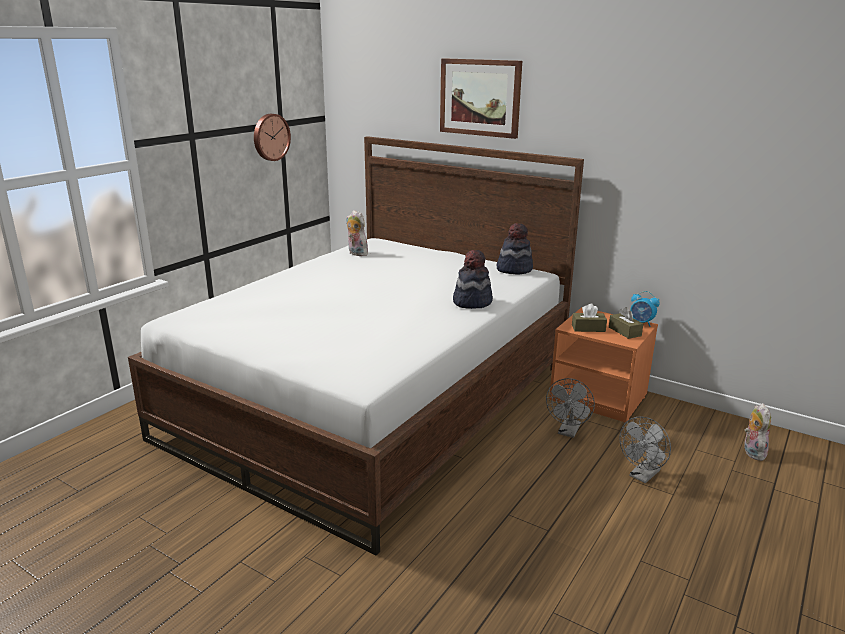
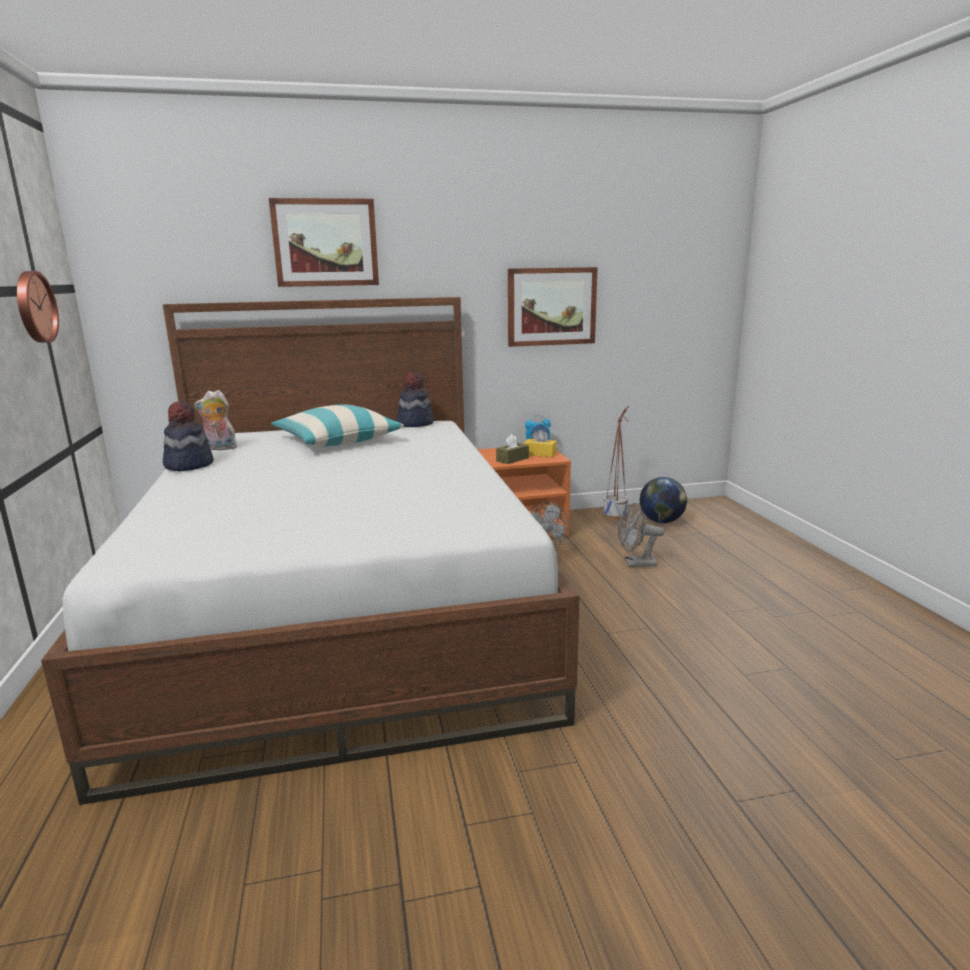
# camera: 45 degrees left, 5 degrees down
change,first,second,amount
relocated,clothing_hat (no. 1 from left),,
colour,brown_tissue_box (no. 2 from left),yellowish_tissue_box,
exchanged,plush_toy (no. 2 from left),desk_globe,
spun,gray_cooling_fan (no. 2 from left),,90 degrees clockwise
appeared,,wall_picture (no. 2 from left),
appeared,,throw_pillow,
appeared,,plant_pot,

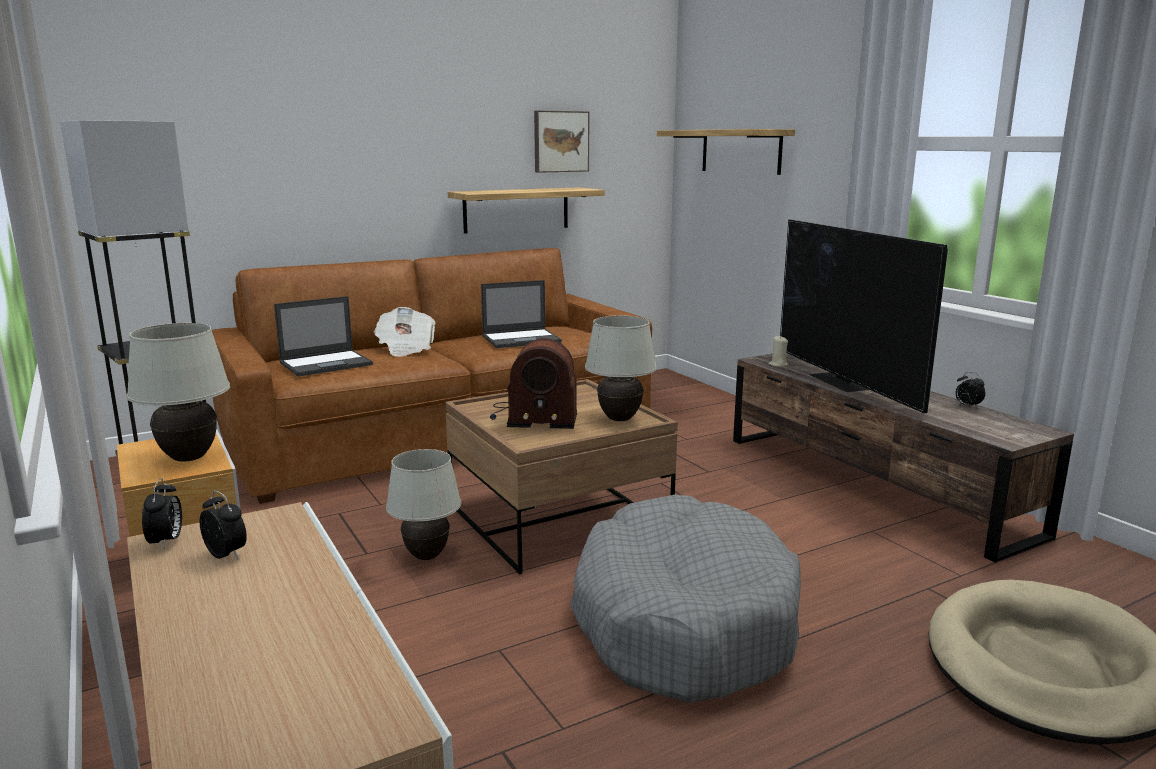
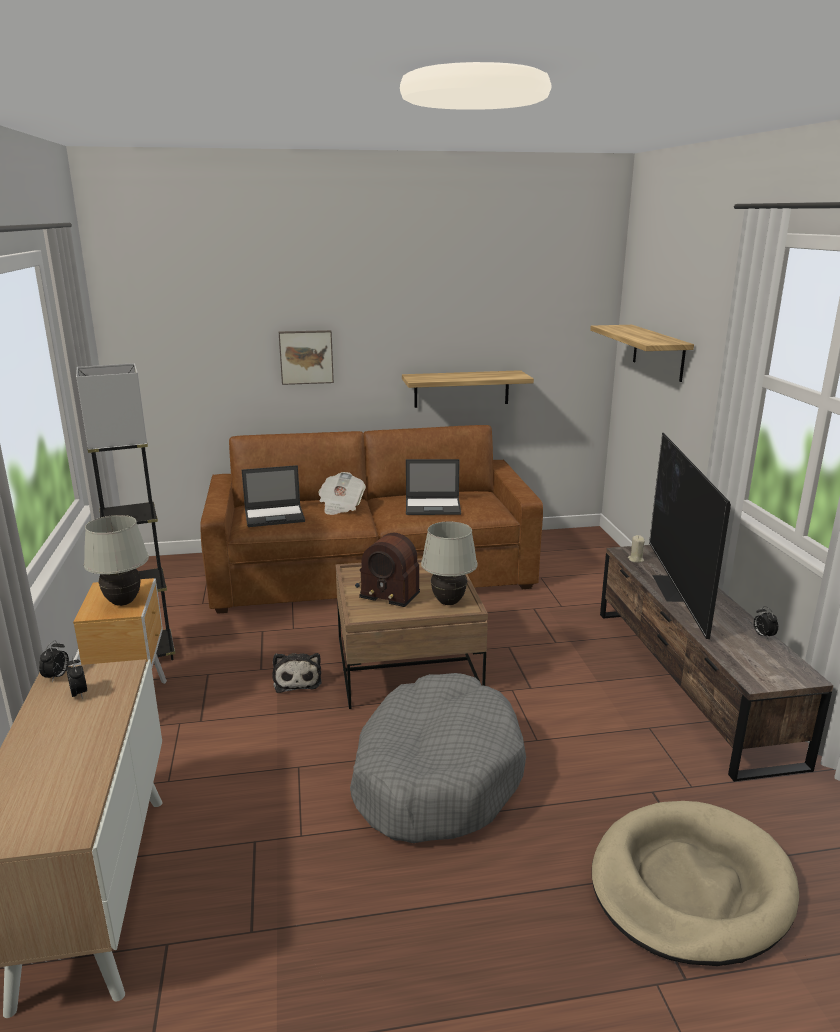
# camera: 20 degrees right, 5 degrees up
change,first,second,amount
relocated,wall_picture,,
exchanged,whitish_lamp_for_a_table (no. 2 from left),plush_toy,

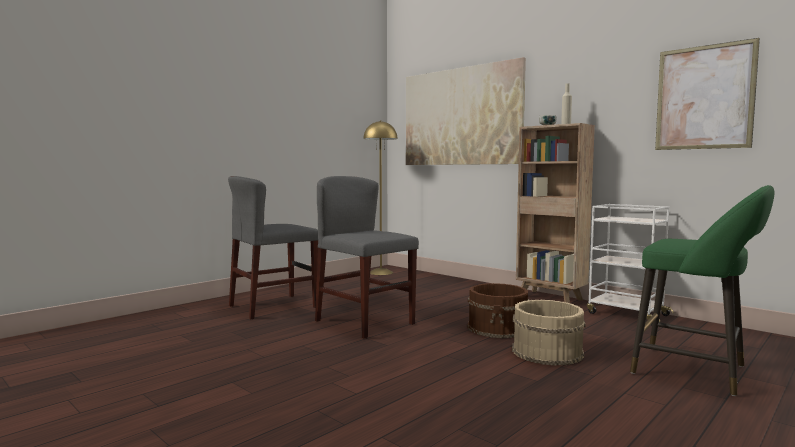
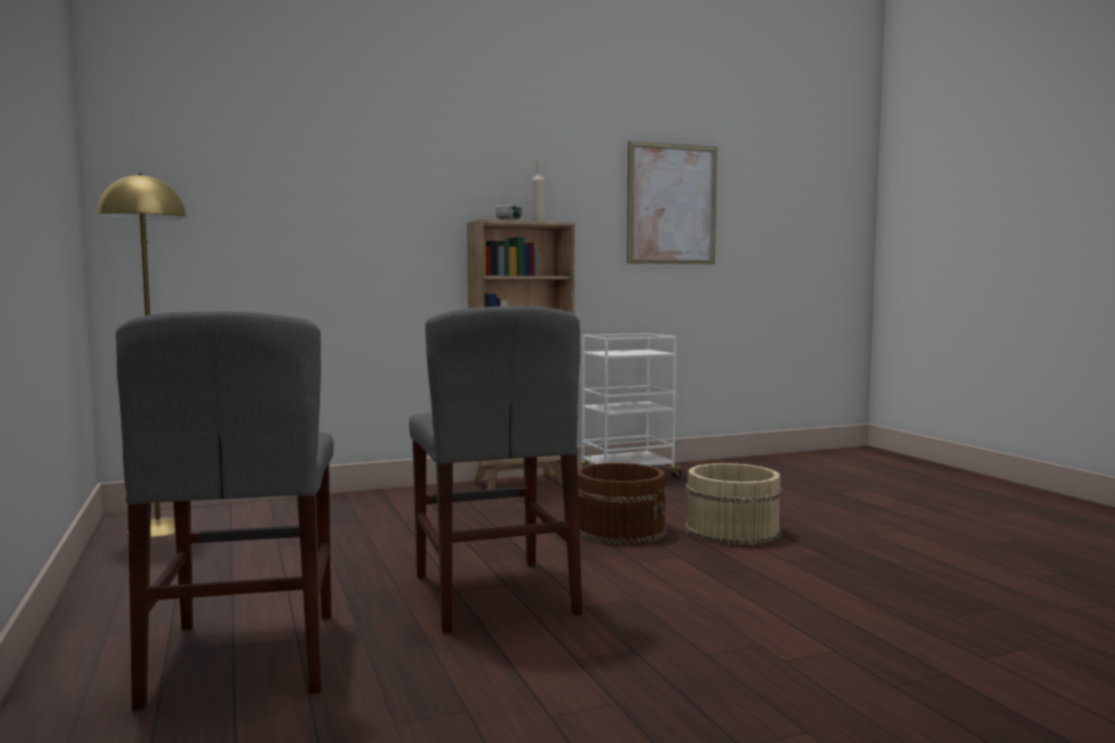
# camera: 65 degrees left, 0 degrees up
change,first,second,amount
missing,wall_picture (no. 1 from left),,
spun,gray_upright_chair (no. 2 from left),,90 degrees counterclockwise
missing,greenish_stool_seat,,

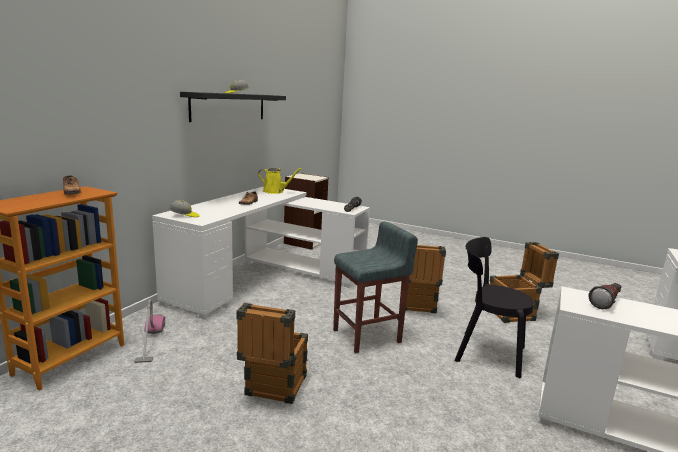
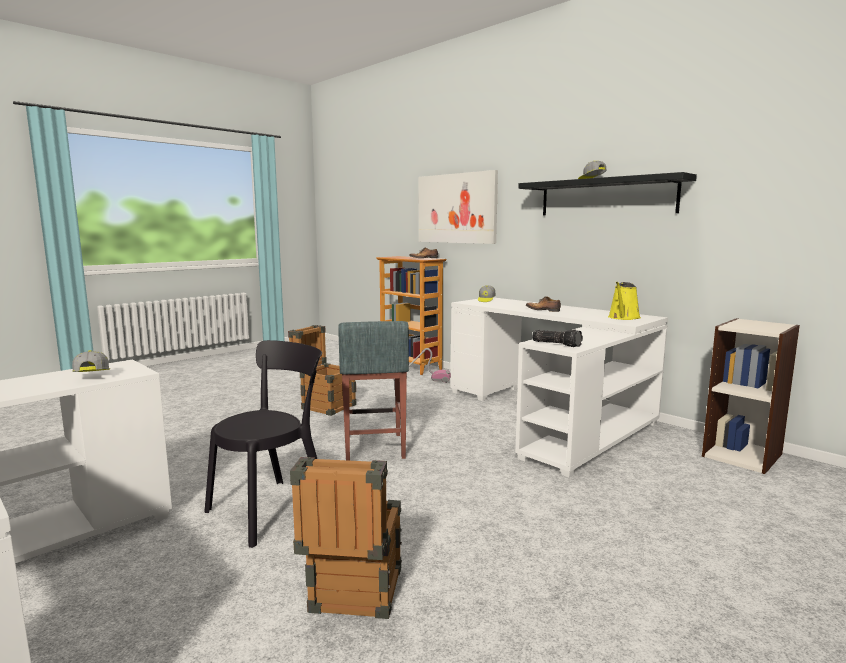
# camera: 110 degrees right, 5 degrees down
change,first,second,amount
missing,shipping_crate (no. 2 from left),,
exchanged,hand_torch (no. 2 from left),cap (no. 1 from left),
appeared,,wall_picture,

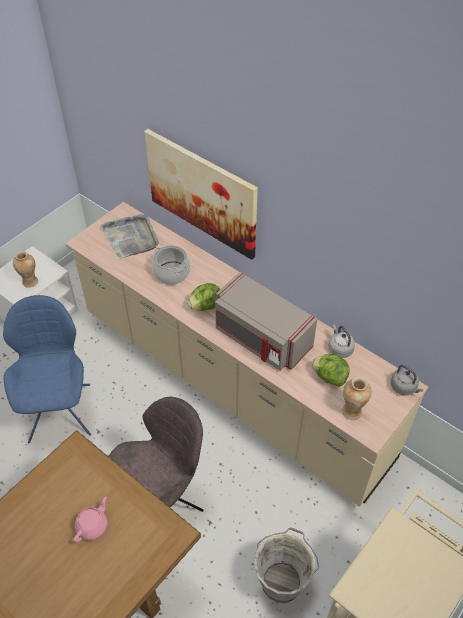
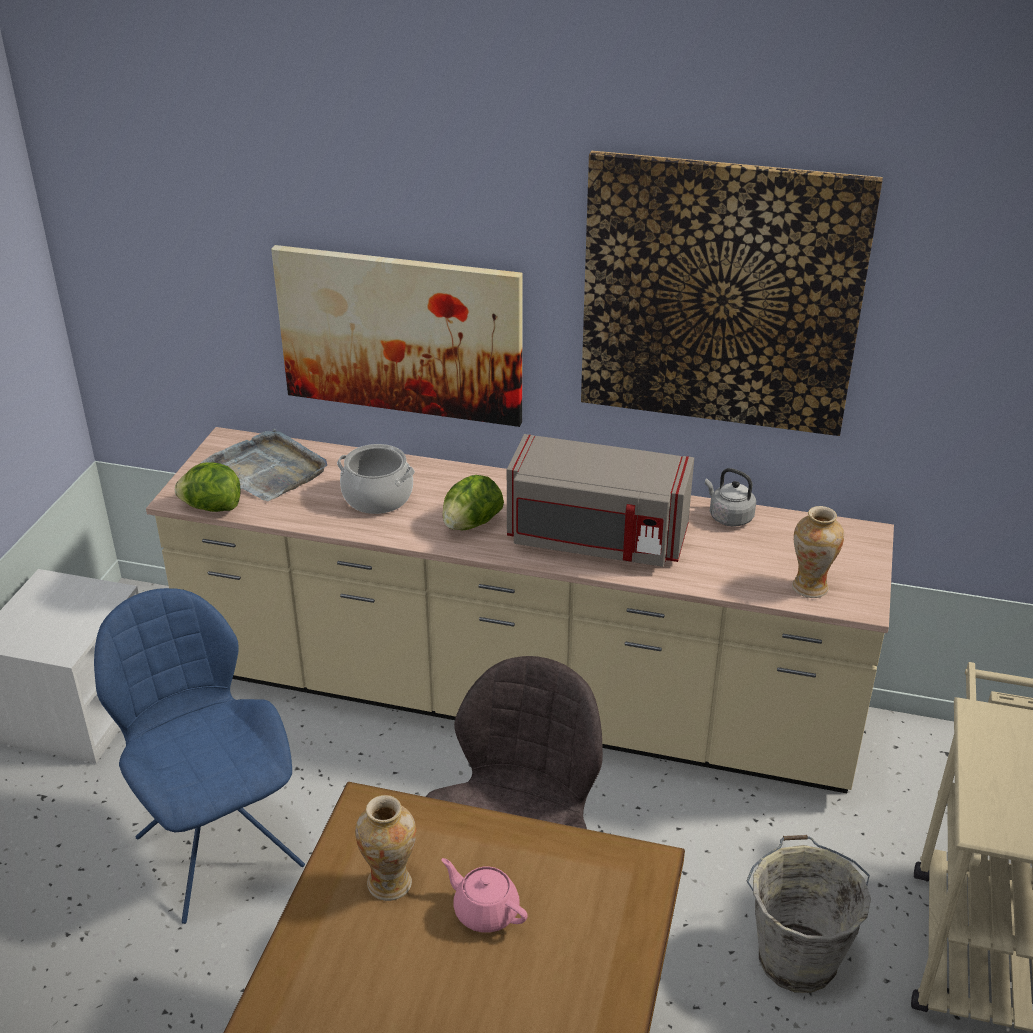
# camera: 25 degrees left, 15 degrees down
change,first,second,amount
relocated,flower_vase (no. 1 from left),,
relocated,head_of_lettuce (no. 2 from left in the first image),head_of_lettuce (no. 1 from left),
missing,gray_kettle (no. 2 from left),,
spun,pink-coloured_teapot,,60 degrees counterclockwise
appeared,,wall_picture (no. 2 from left),

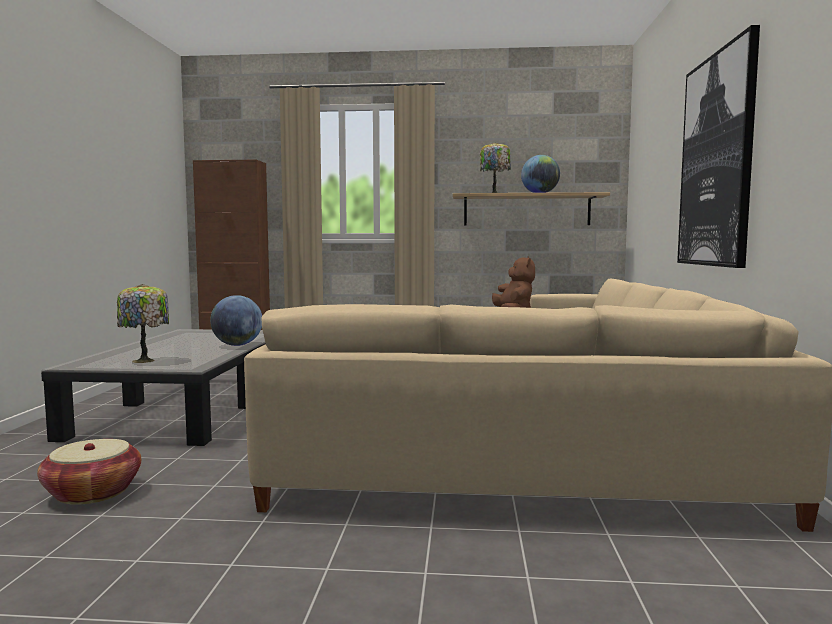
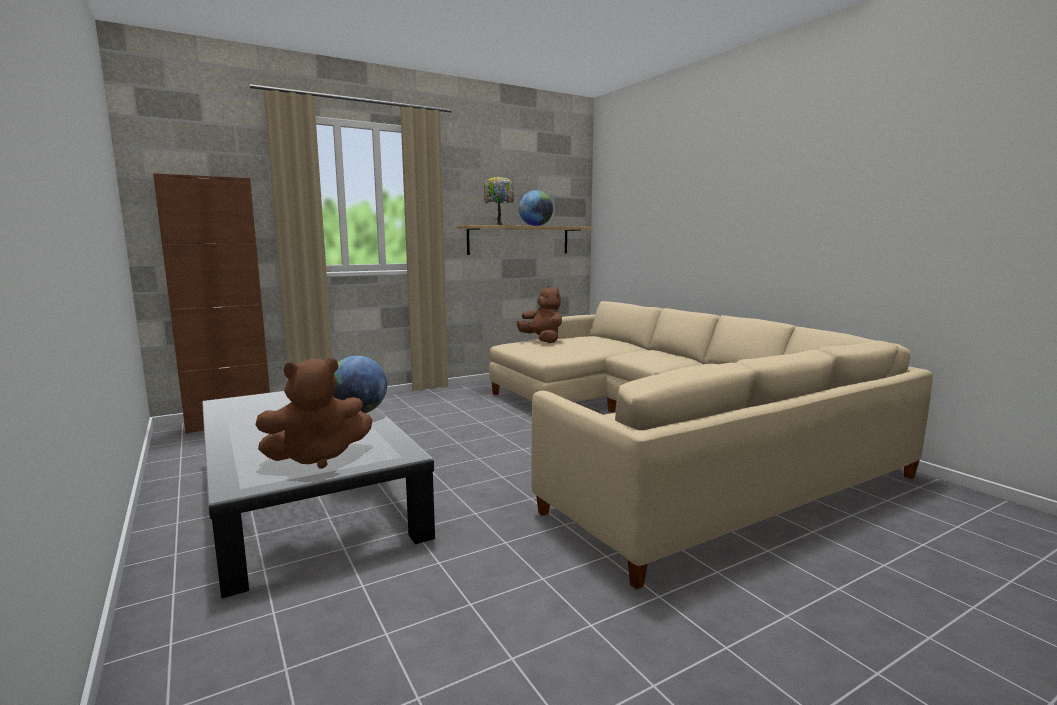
# camera: 35 degrees left, 5 degrees up
change,first,second,amount
missing,wall_picture,,
exchanged,lamp_for_a_table (no. 1 from left),brown_plush_toy (no. 1 from left),
missing,household_basket,,

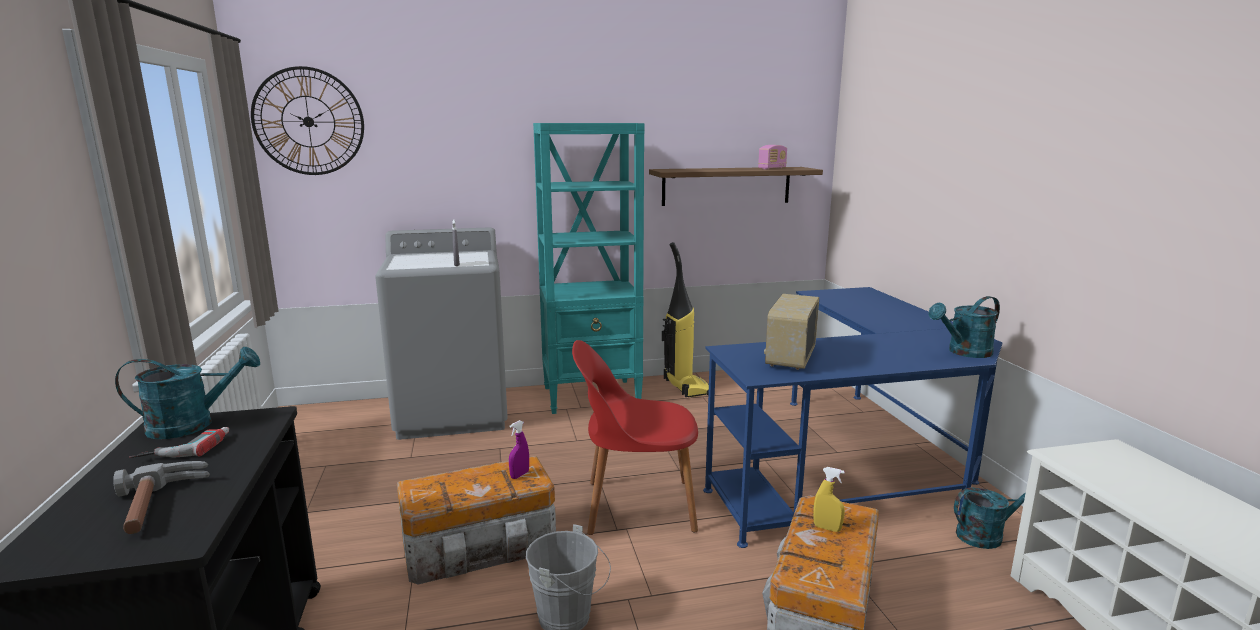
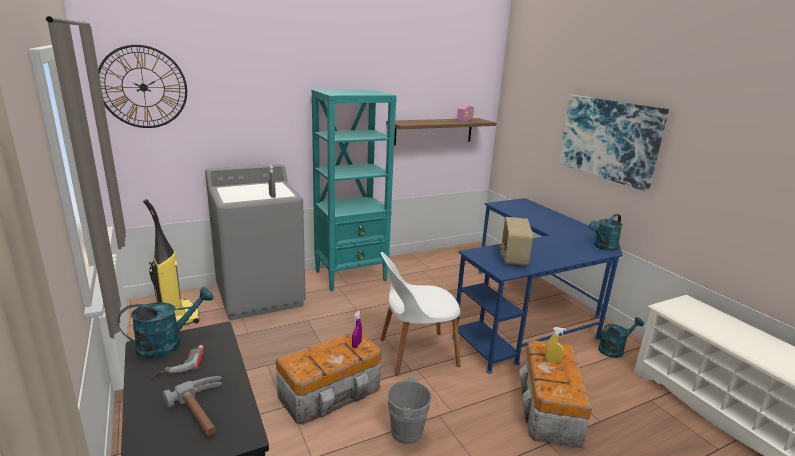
# camera: 15 degrees left, 5 degrees up
change,first,second,amount
relocated,hoover,,
colour,red-coloured_upright_chair,whitish_upright_chair,
appeared,,wall_picture,

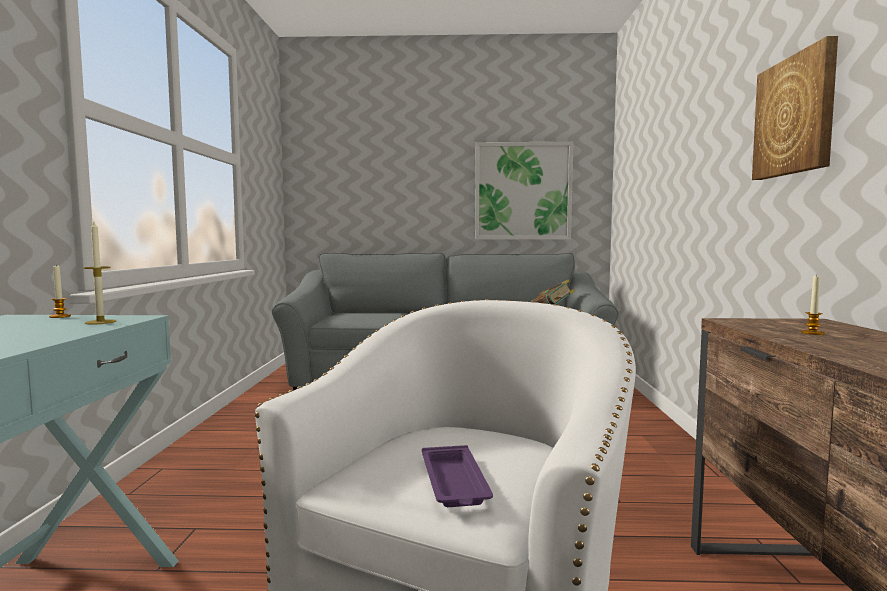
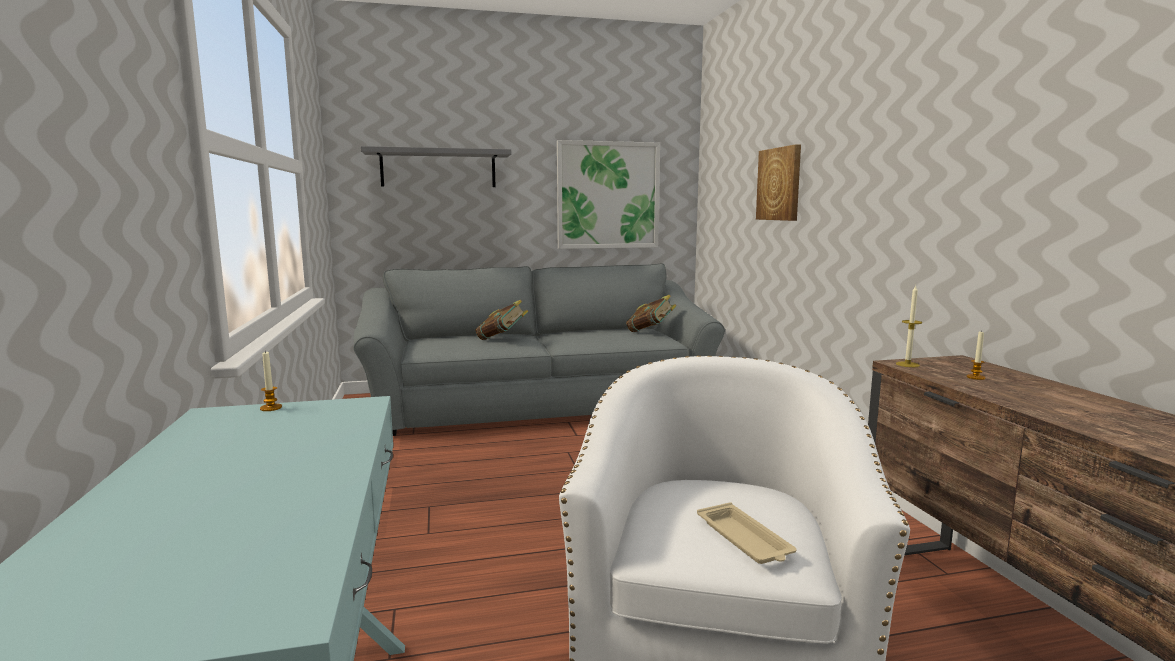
# camera: 15 degrees left, 5 degrees up
change,first,second,amount
relocated,wall_picture (no. 2 from left),,
relocated,candle (no. 2 from left),,
colour,purple-coloured_tray,sand-coloured_tray,
appeared,,gray_bracket_shelf,
appeared,,volume (no. 1 from left),

